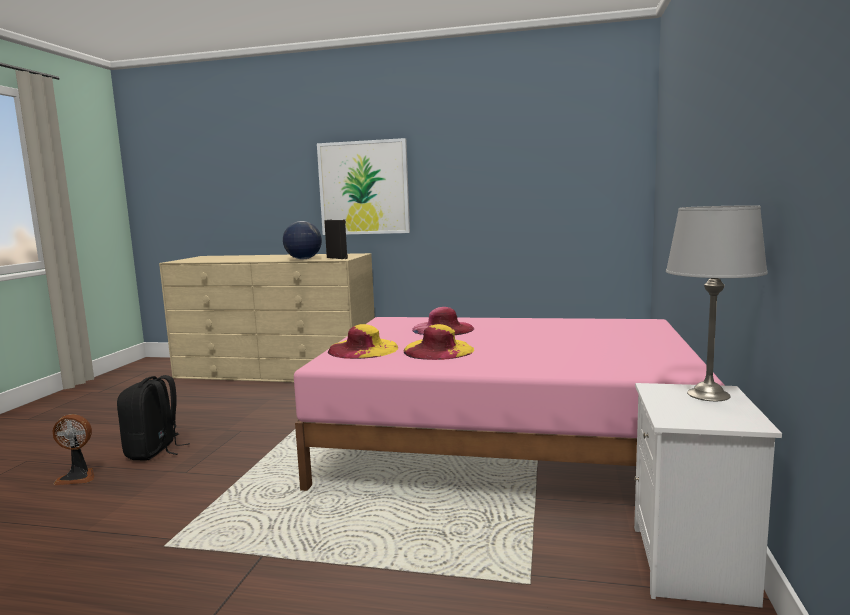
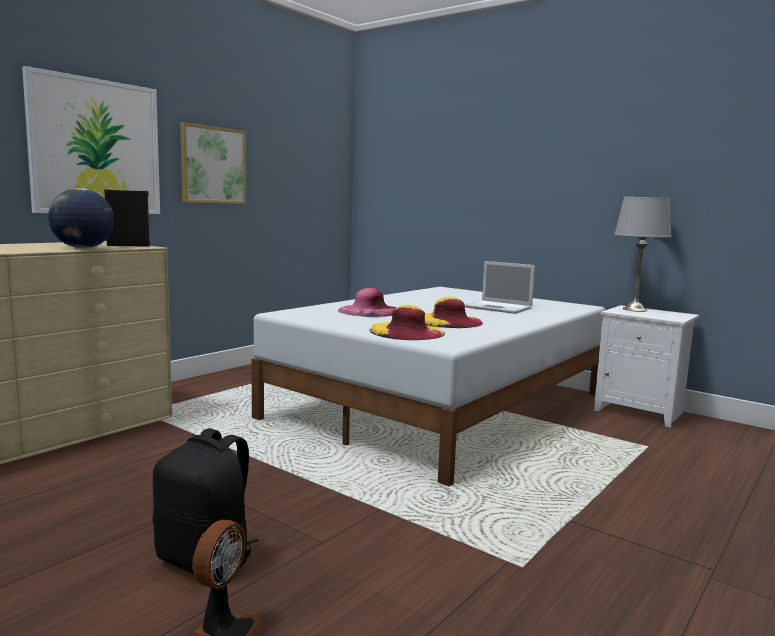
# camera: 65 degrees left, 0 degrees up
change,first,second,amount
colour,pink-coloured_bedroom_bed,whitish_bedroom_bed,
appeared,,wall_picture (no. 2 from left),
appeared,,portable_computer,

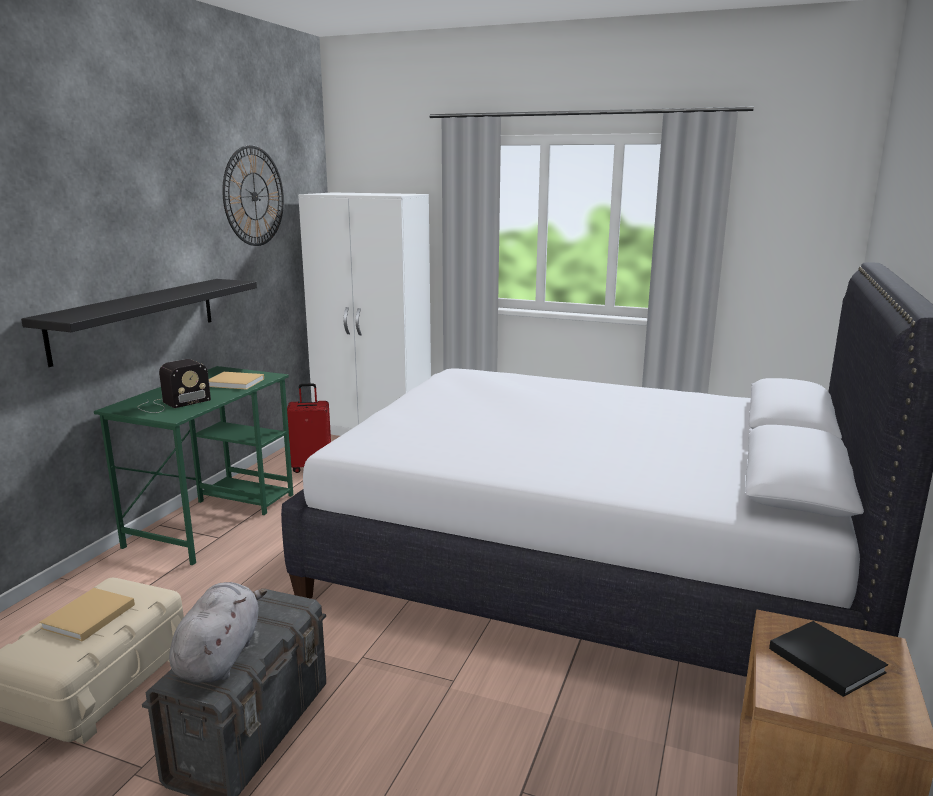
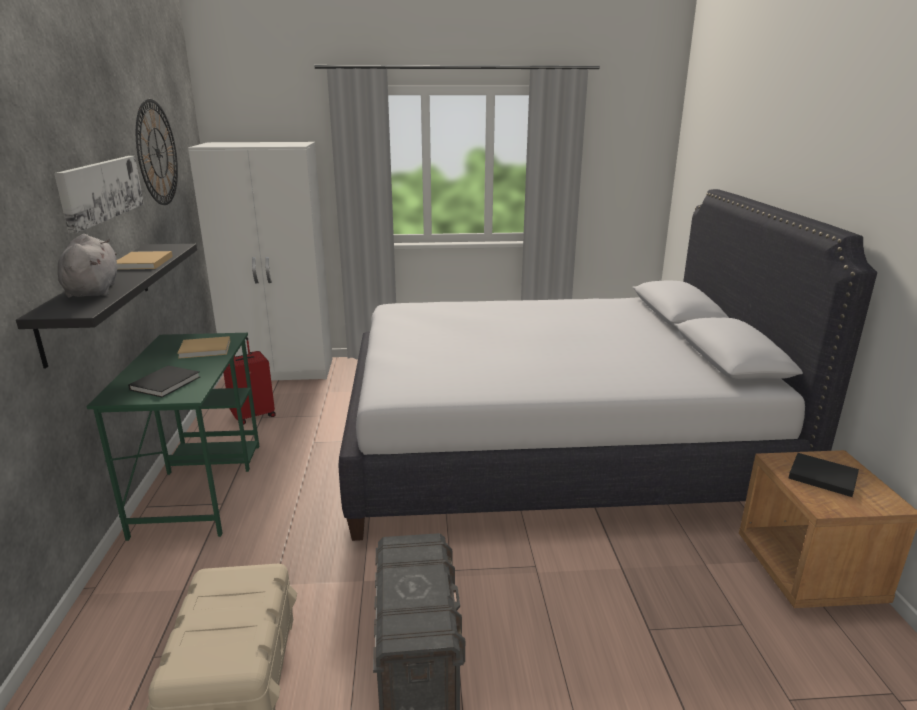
# camera: 25 degrees left, 5 degrees up
change,first,second,amount
exchanged,radio_set,black_volume (no. 1 from left),
relocated,gray_plush_toy,,
relocated,sand-coloured_volume (no. 1 from left),,
appeared,,wall_picture,

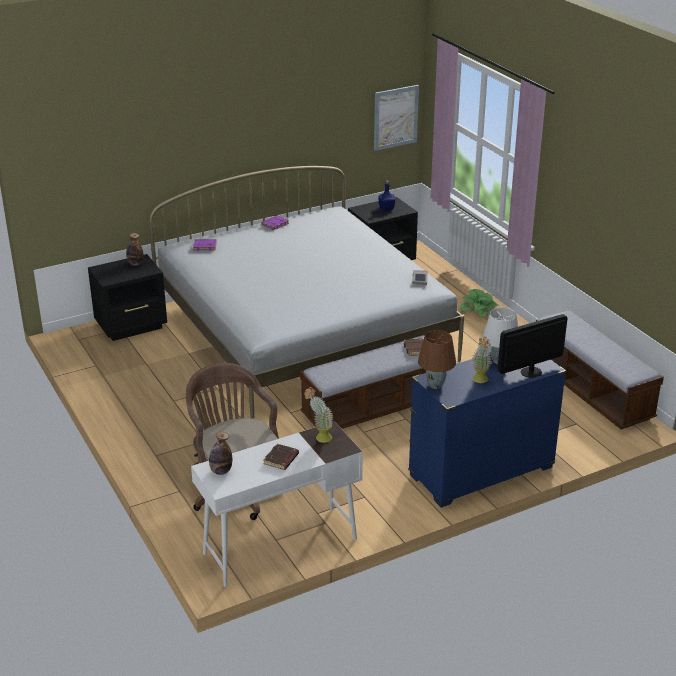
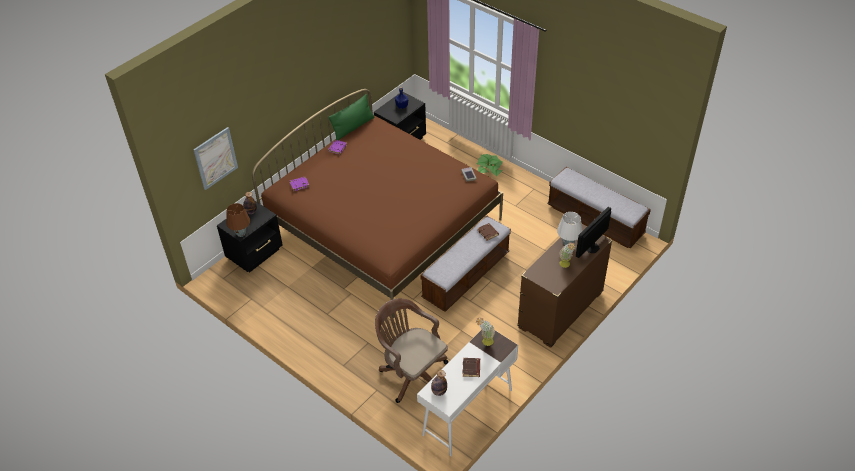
# camera: 20 degrees left, 15 degrees up
change,first,second,amount
relocated,wall_picture,,
colour,whitish_bedroom_bed,brown_bedroom_bed,
relocated,brown_lamp_for_a_table,,
colour,blue_chest_of_drawers,brown_chest_of_drawers,
appeared,,greenish_throw_pillow,

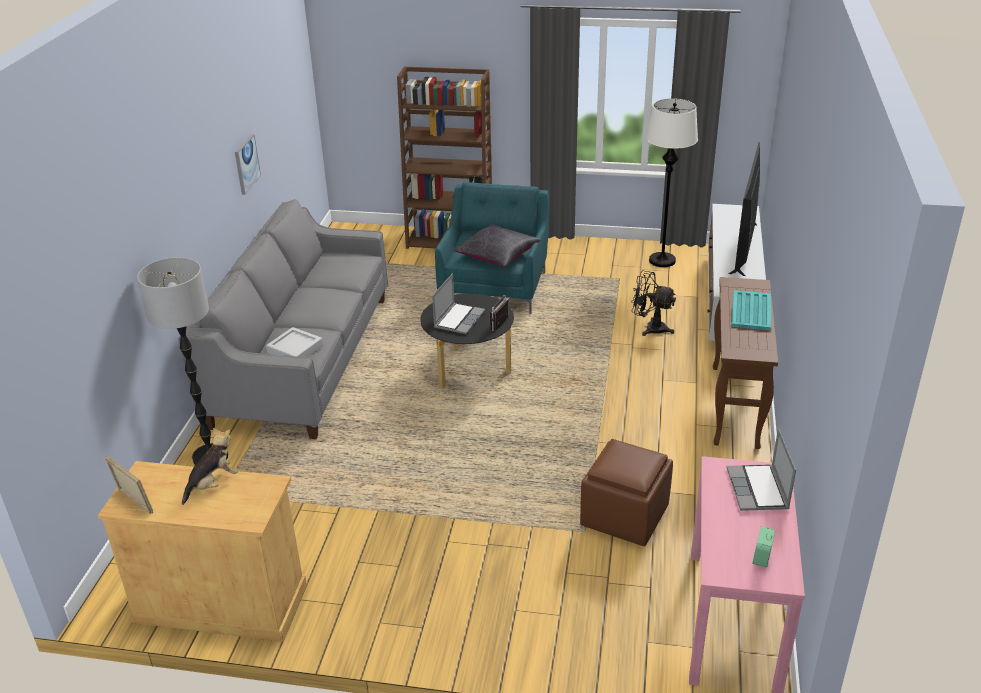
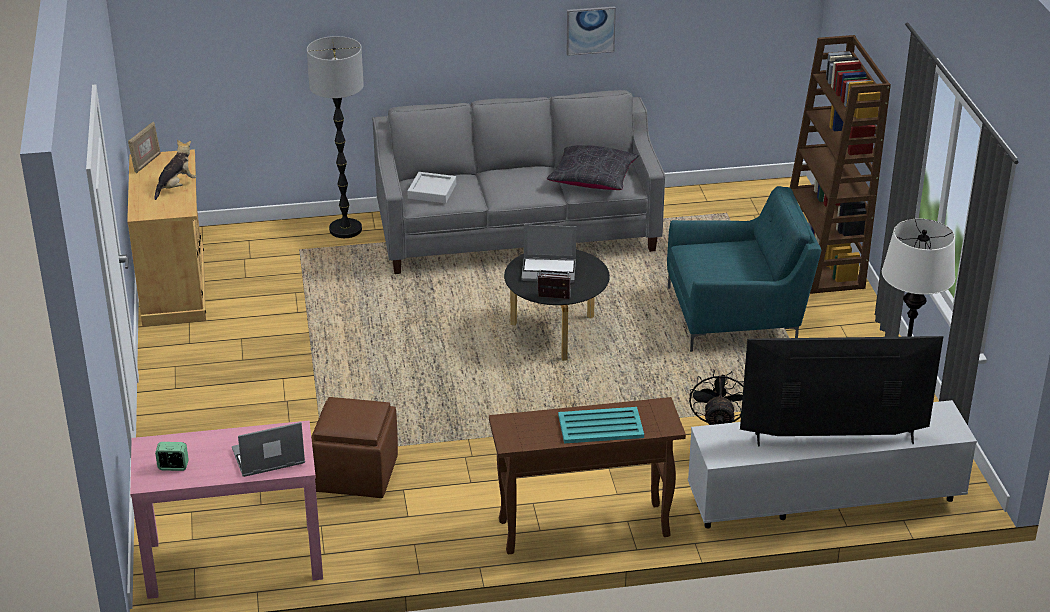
# camera: 70 degrees right, 0 degrees up
change,first,second,amount
relocated,black_throw_pillow,,
spun,plush_toy,,75 degrees counterclockwise

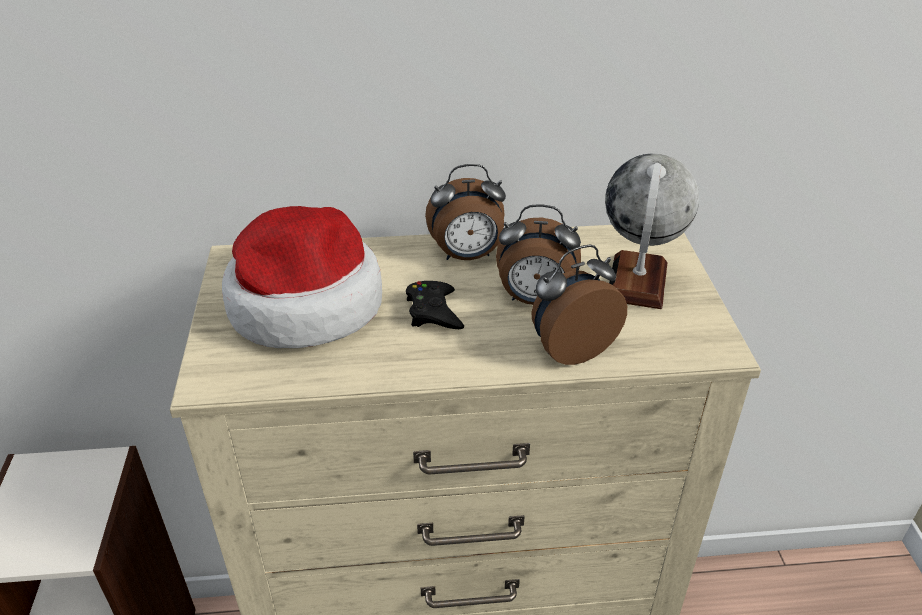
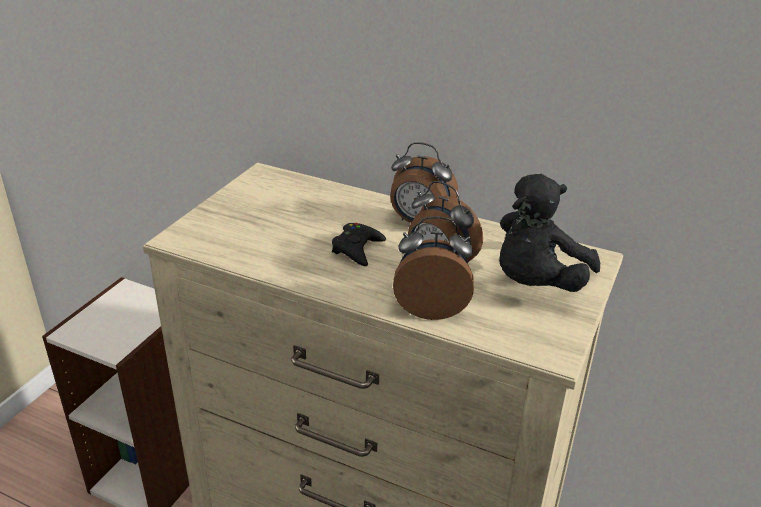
# camera: 30 degrees right, 5 degrees down
change,first,second,amount
exchanged,desk_globe,black_plush_toy,
missing,clothing_hat,,

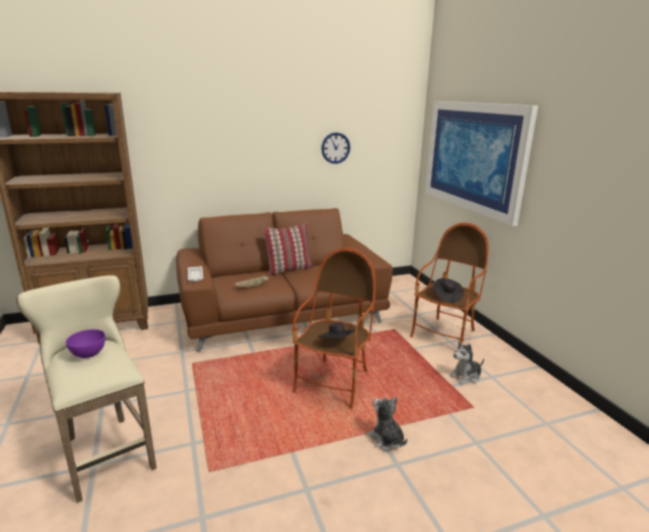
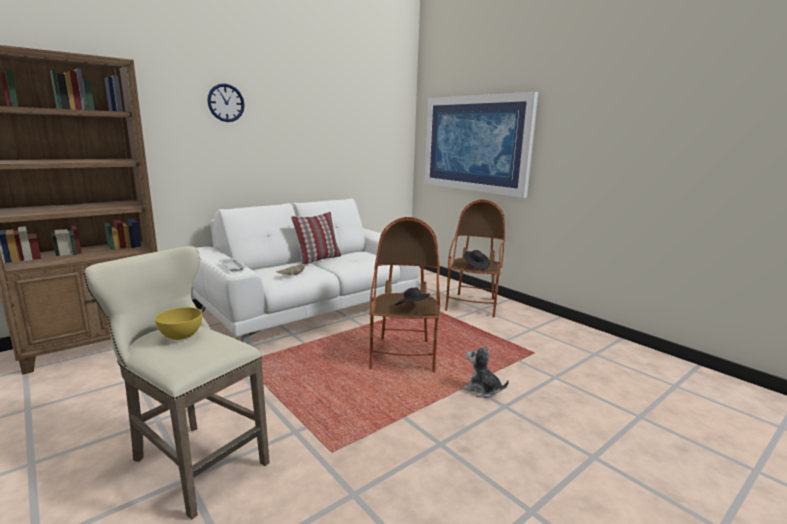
# camera: 20 degrees left, 5 degrees down
change,first,second,amount
relocated,hanging_clock,,
colour,brown_couch,whitish_couch,
colour,purple-coloured_serving_bowl,yellowish_serving_bowl,
missing,plush_toy (no. 2 from left),,

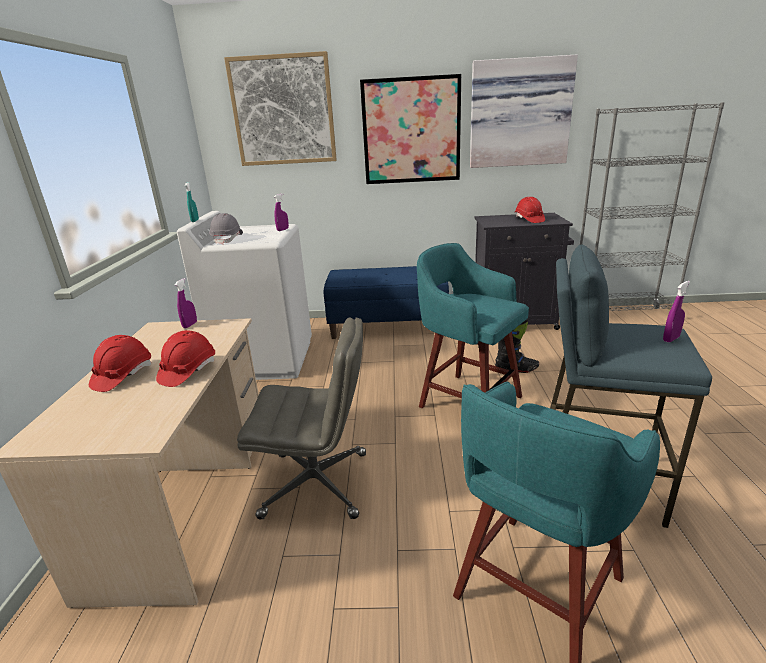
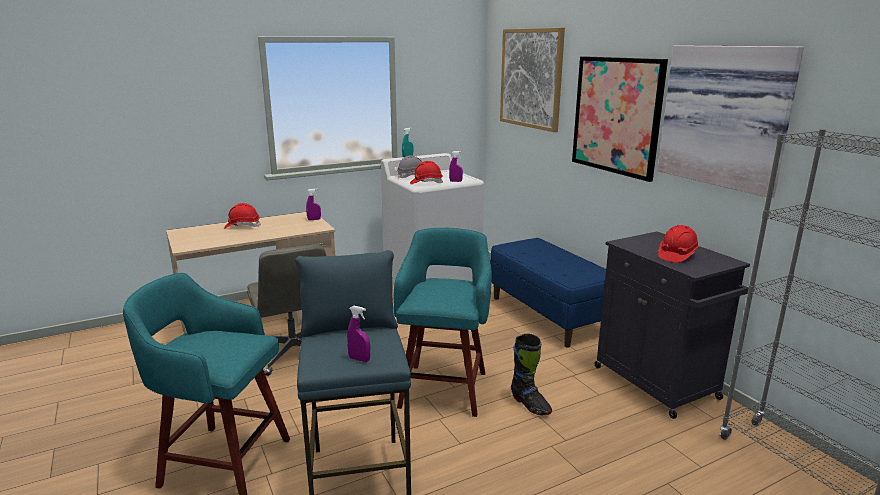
# camera: 60 degrees right, 5 degrees down
change,first,second,amount
relocated,red-coloured_work_helmet (no. 2 from left),,

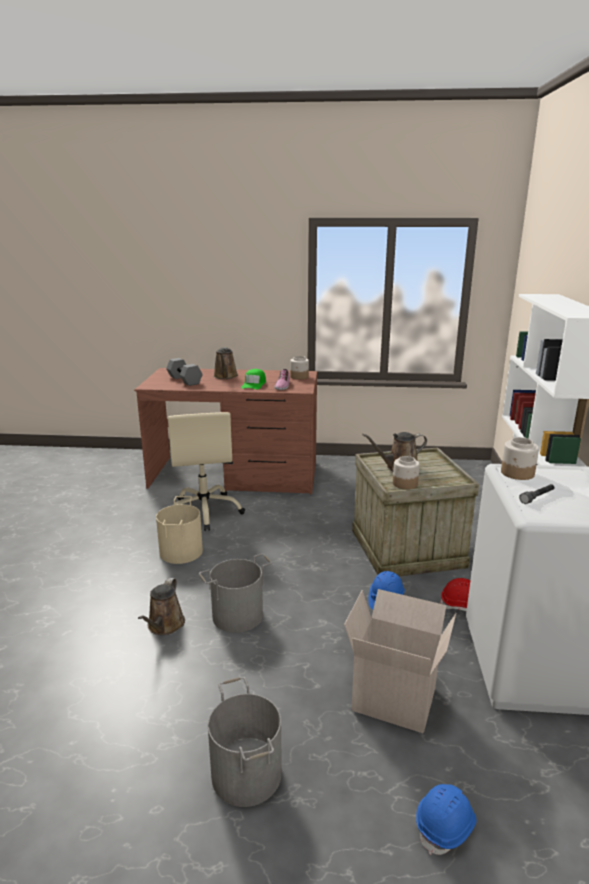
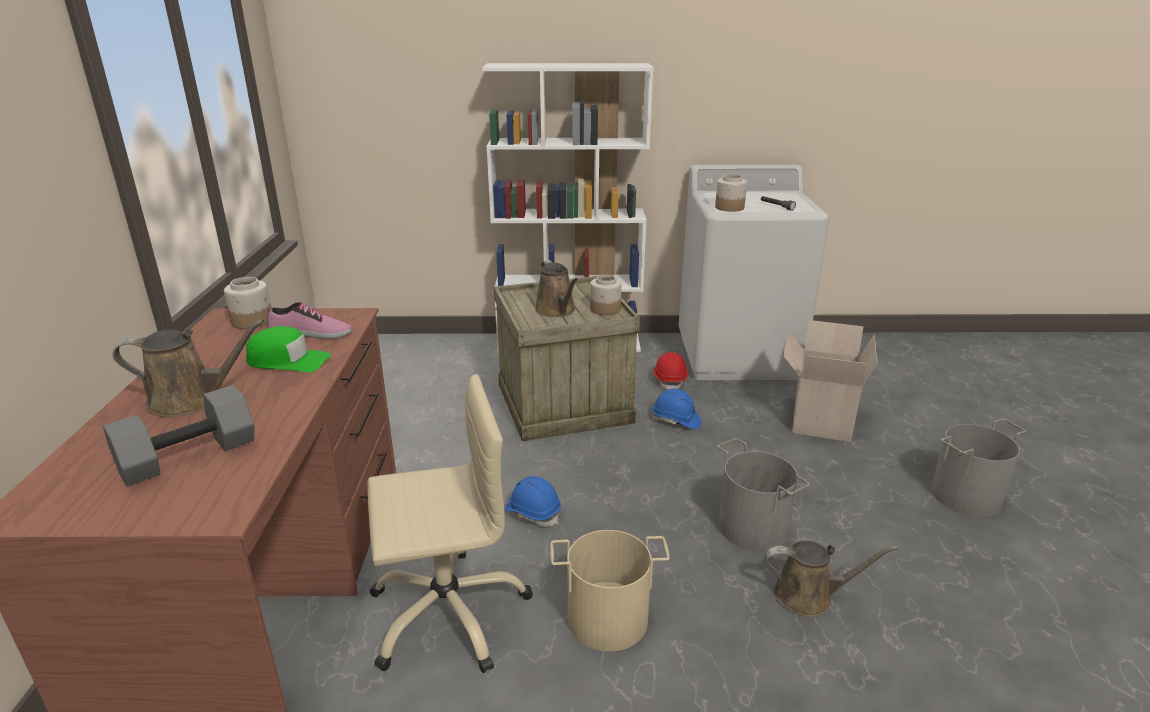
# camera: 95 degrees left, 5 degrees up
change,first,second,amount
relocated,blue_work_helmet (no. 2 from left in the first image),blue_work_helmet (no. 1 from left),

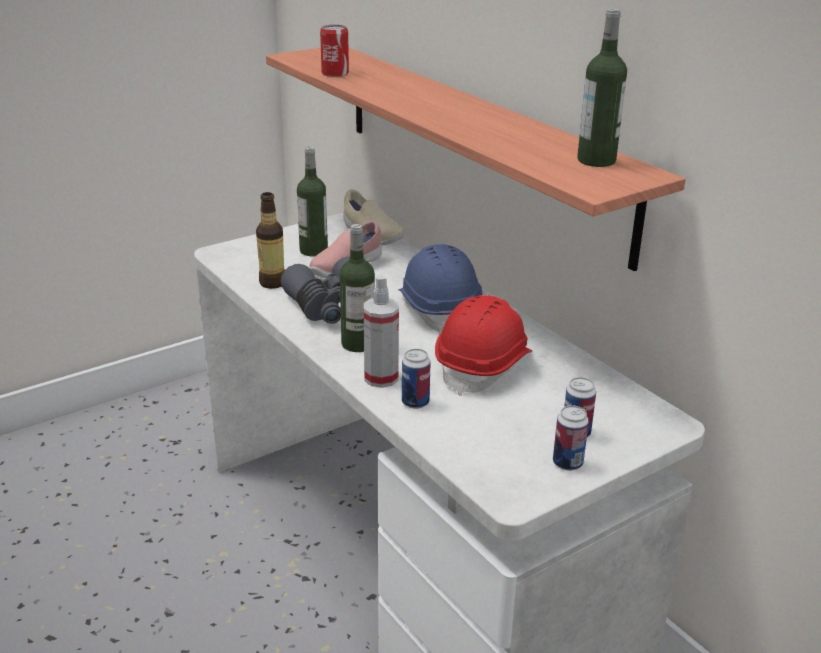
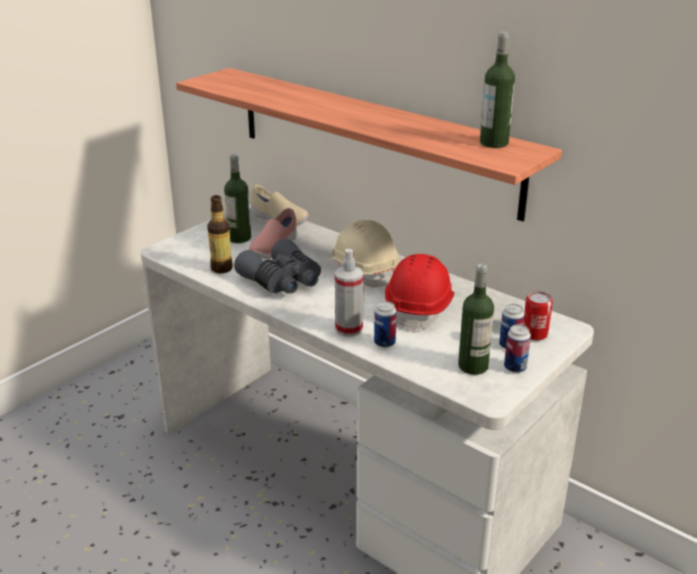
# camera: 15 degrees left, 0 degrees up
change,first,second,amount
relocated,can (no. 1 from left in the first image),can (no. 4 from left),
relocated,bottle (no. 3 from left),,
colour,blue_work_helmet,sand-coloured_work_helmet,

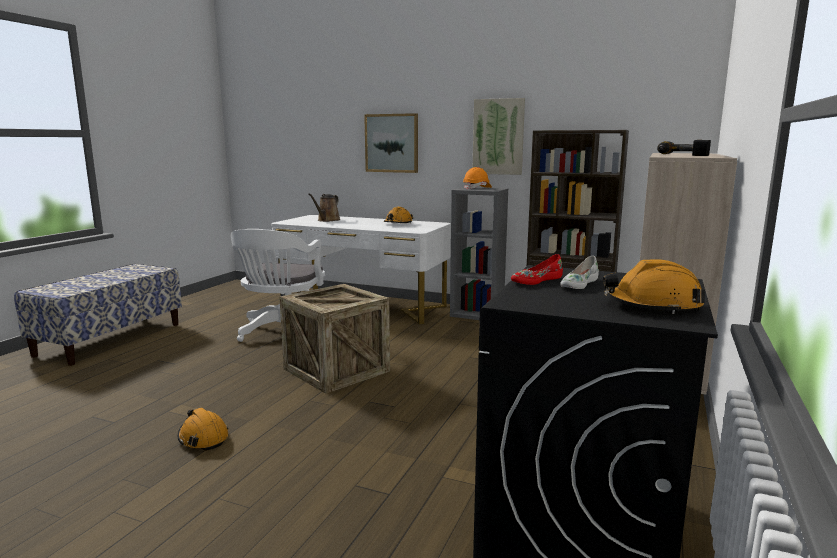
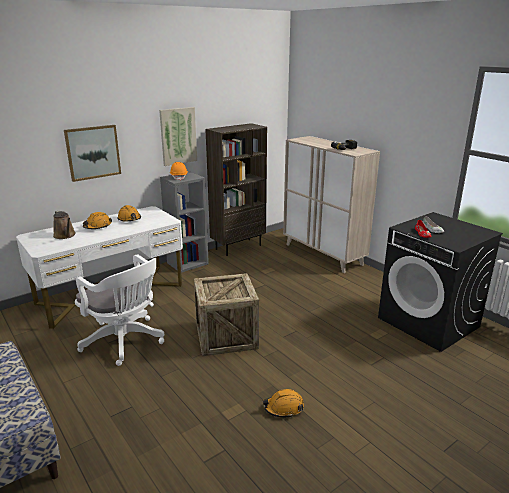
# camera: 60 degrees left, 10 degrees up
change,first,second,amount
relocated,orange-coloured_work_helmet (no. 4 from left in the first image),orange-coloured_work_helmet (no. 1 from left),

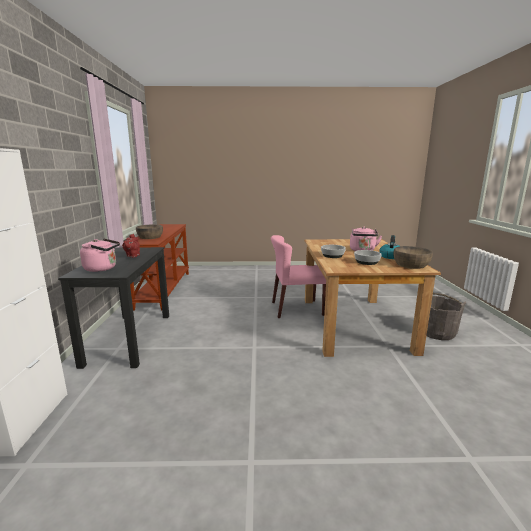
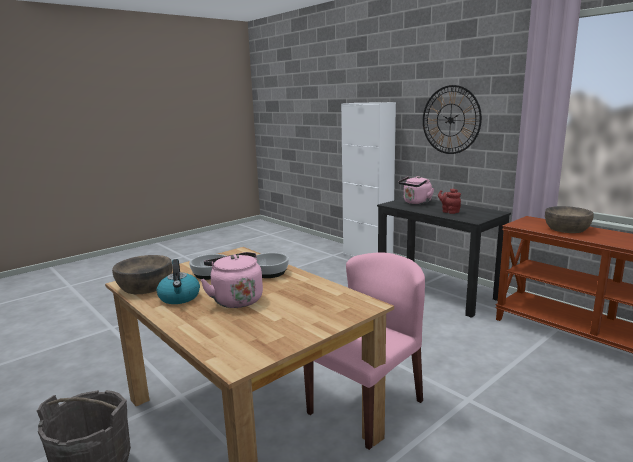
# camera: 140 degrees right, 0 degrees up
change,first,second,amount
appeared,,hanging_clock,

